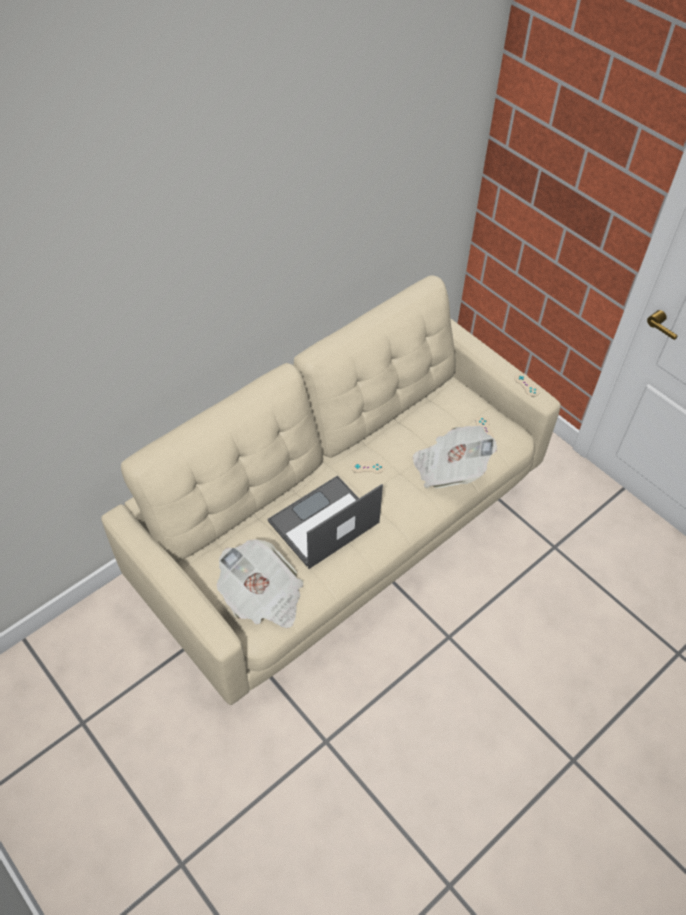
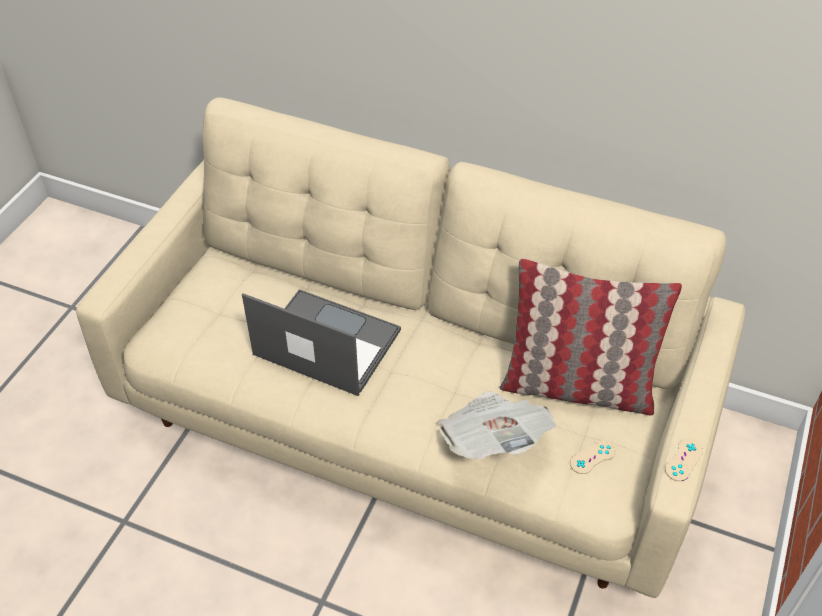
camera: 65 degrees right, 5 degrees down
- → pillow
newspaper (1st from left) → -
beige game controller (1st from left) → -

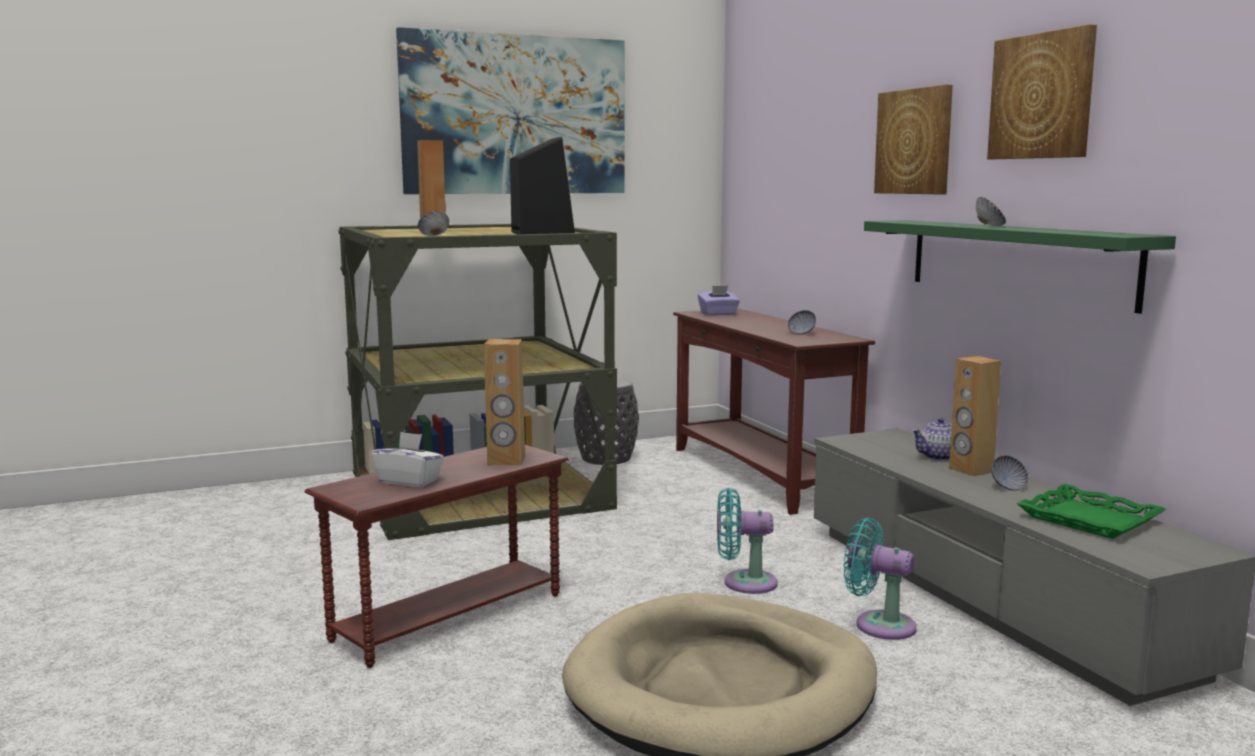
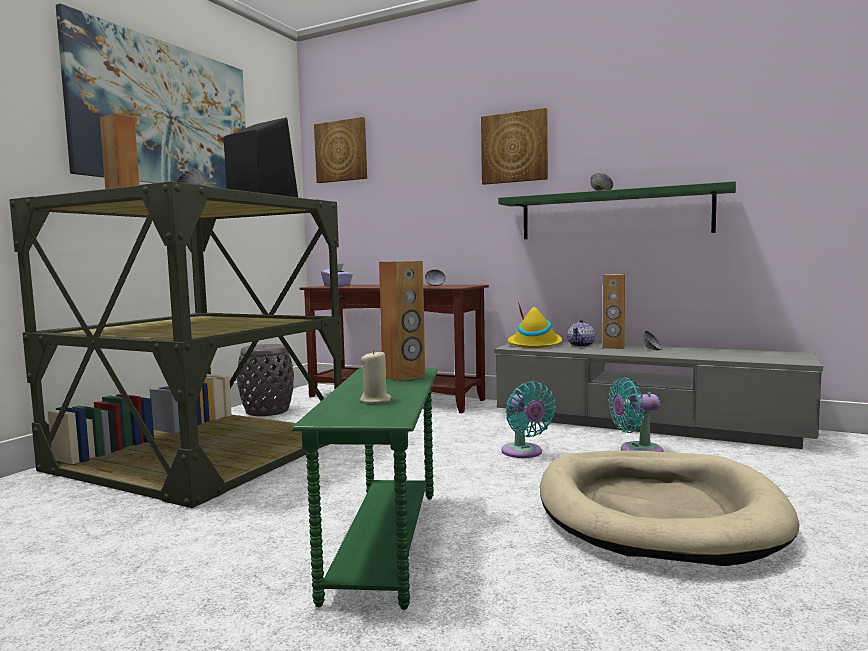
camera: 40 degrees left, 5 degrees down
brown side table → green side table
picture (3rd from left in the first image) → picture (2nd from left), move
white tissue box → beige candle
turquoise fan (1st from left), 75 degrees counterclockwise
- → yellow hat
green tray → -

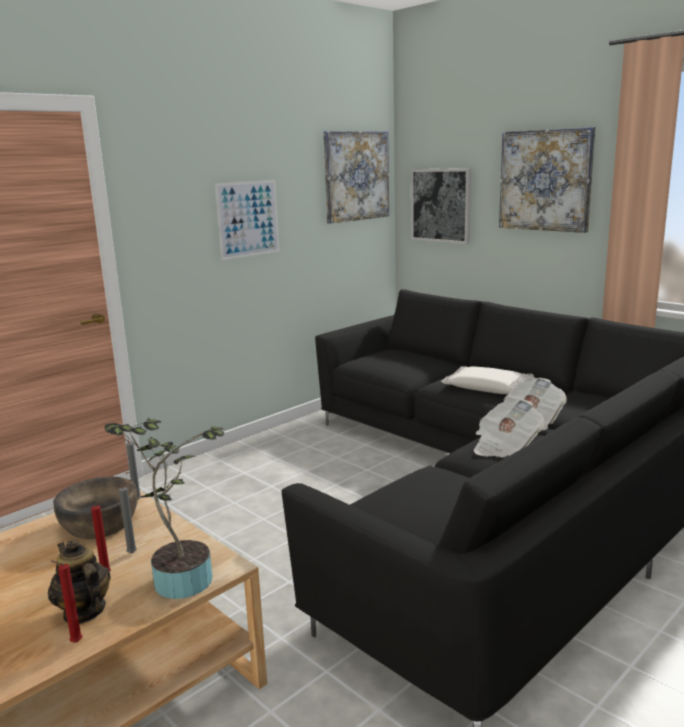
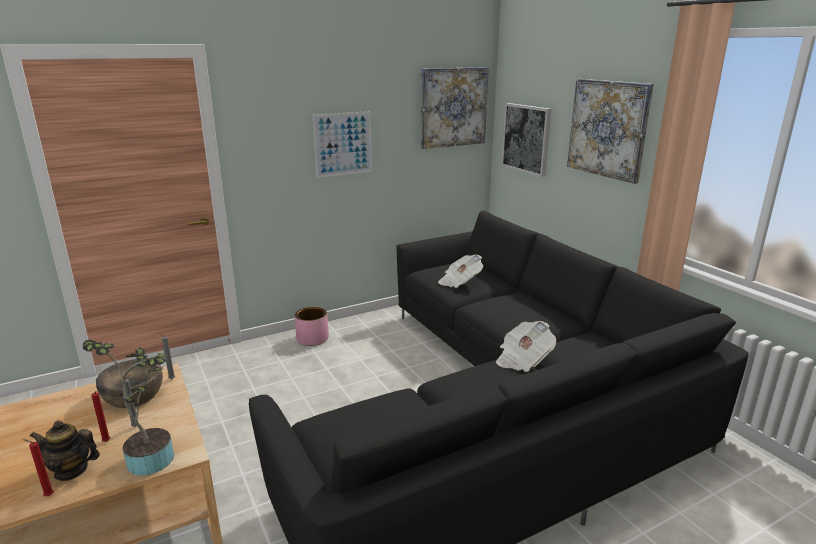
camera: 15 degrees right, 5 degrees up
teapot, 60 degrees counterclockwise
- → pink planter
newspaper (1st from left), move
white pillow → -

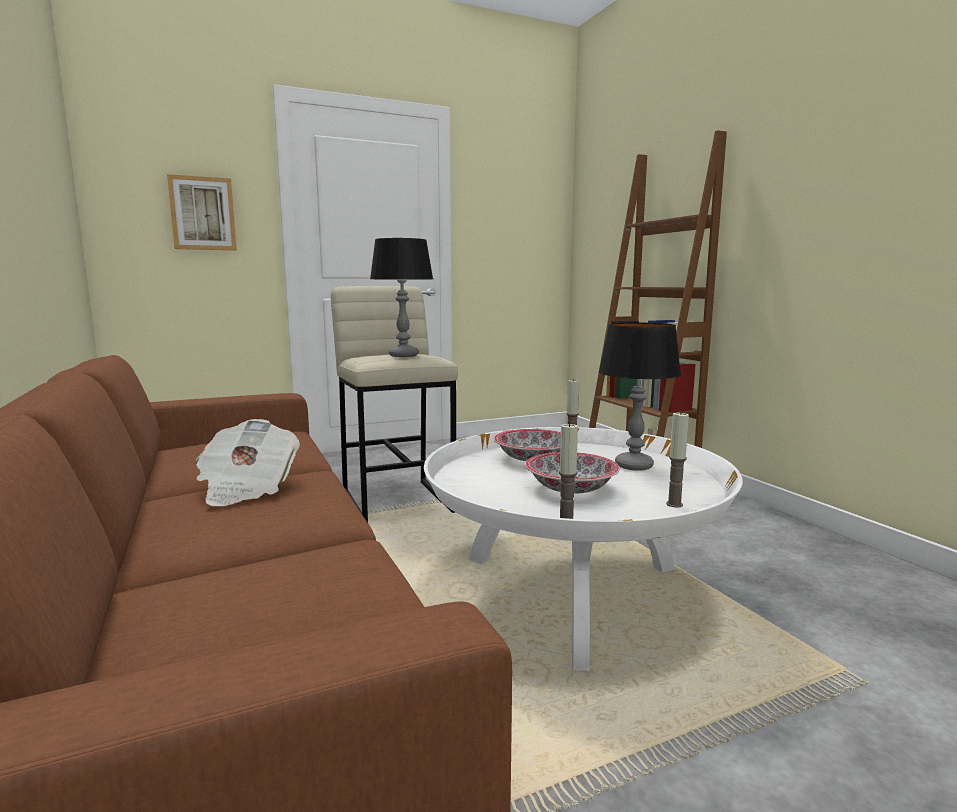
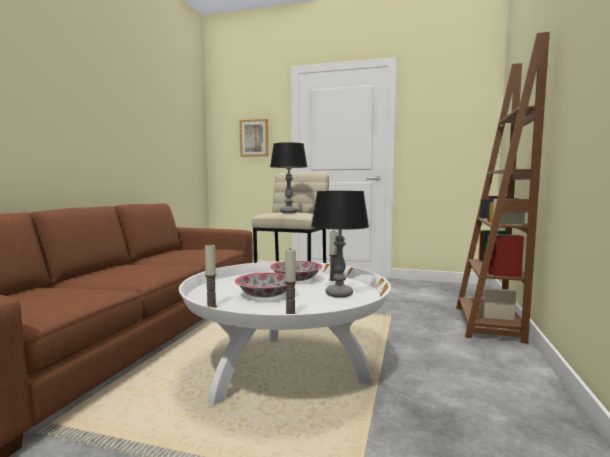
camera: 40 degrees right, 5 degrees down
newspaper → -

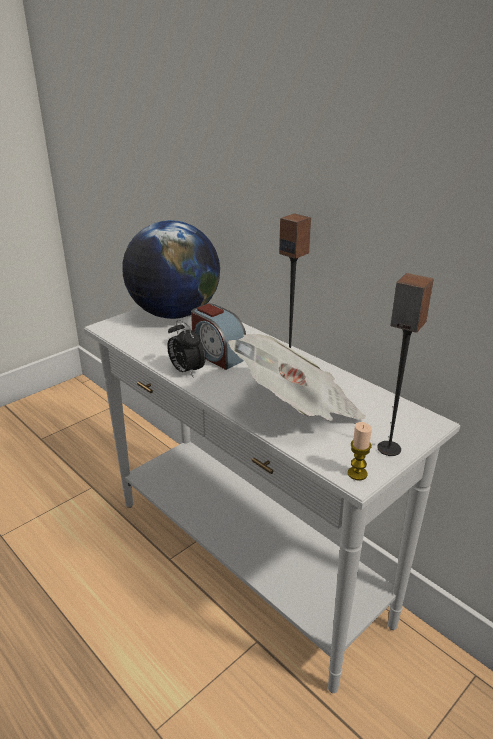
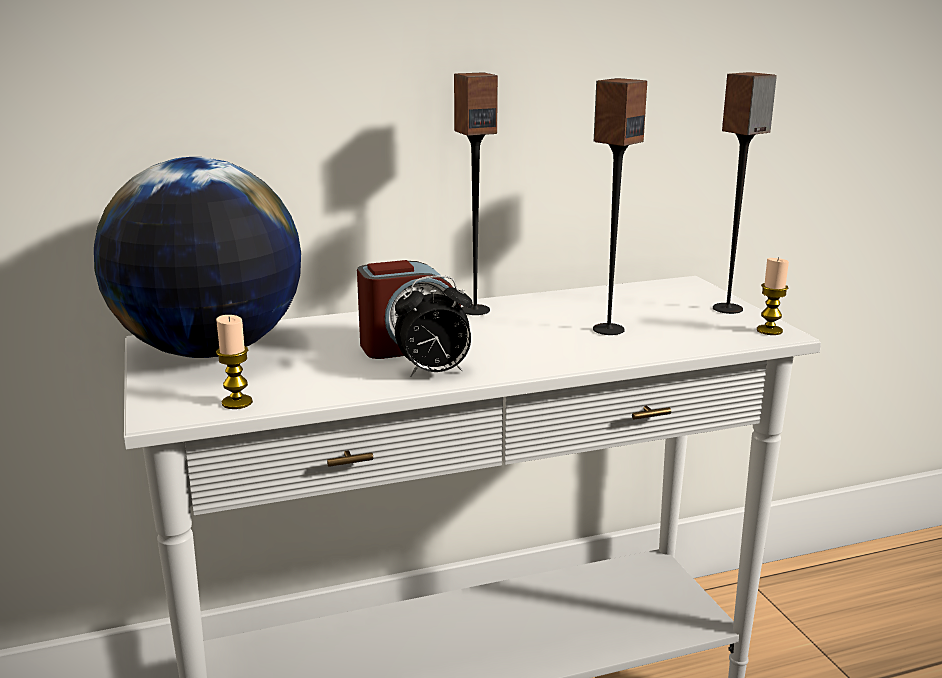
camera: 65 degrees left, 10 degrees down
- → candle (1st from left)
newspaper → speaker (2nd from left)

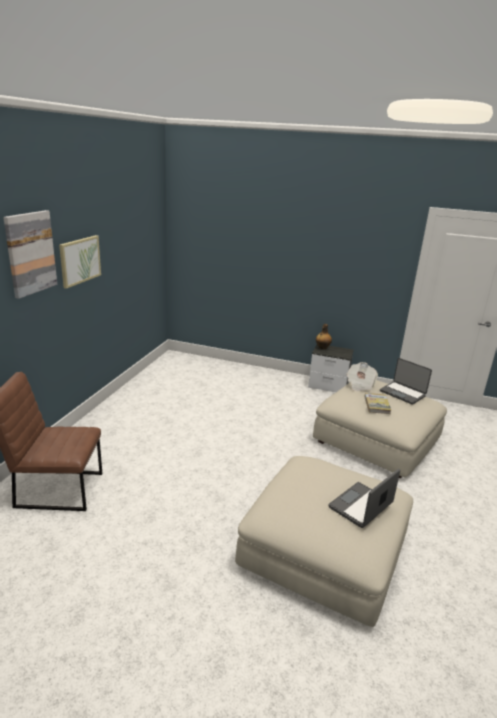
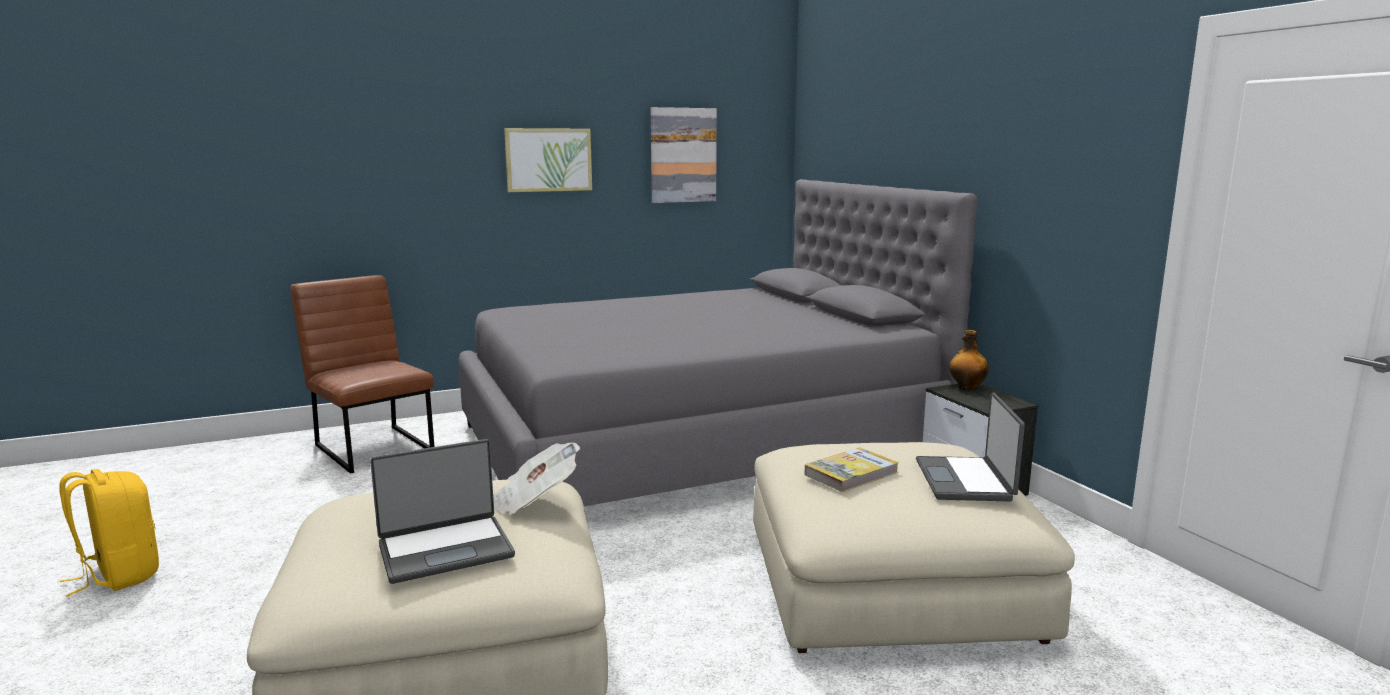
camera: 50 degrees right, 10 degrees down
- → yellow backpack
laptop (1st from left), 150 degrees clockwise
- → grey bed
newspaper, move
picture (1st from left in the first image) → picture (2nd from left), move

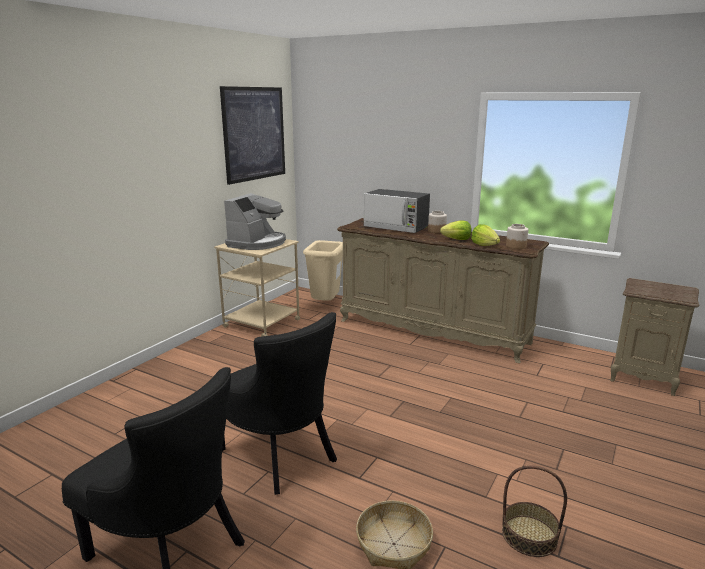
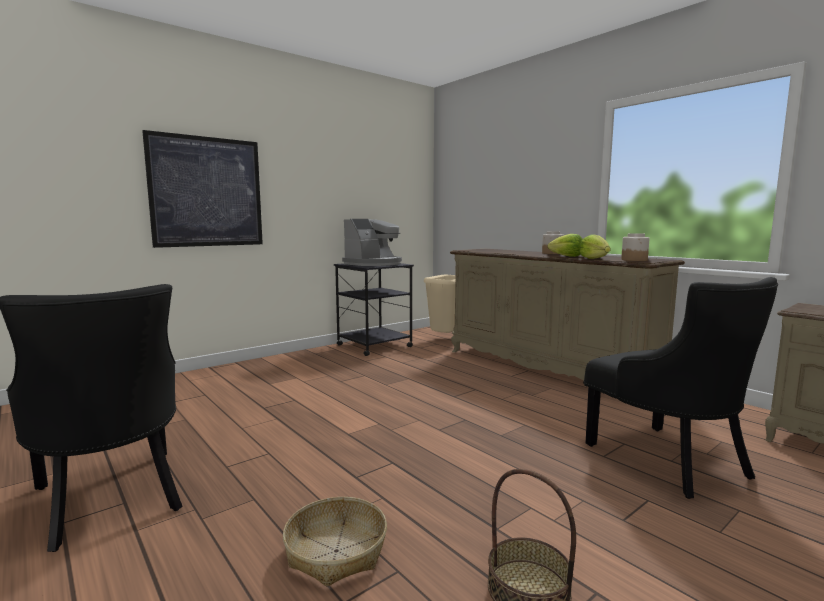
camera: 20 degrees right, 10 degrees down
picture, move
beige cart → black cart
black chair (2nd from left), move
microwave → -

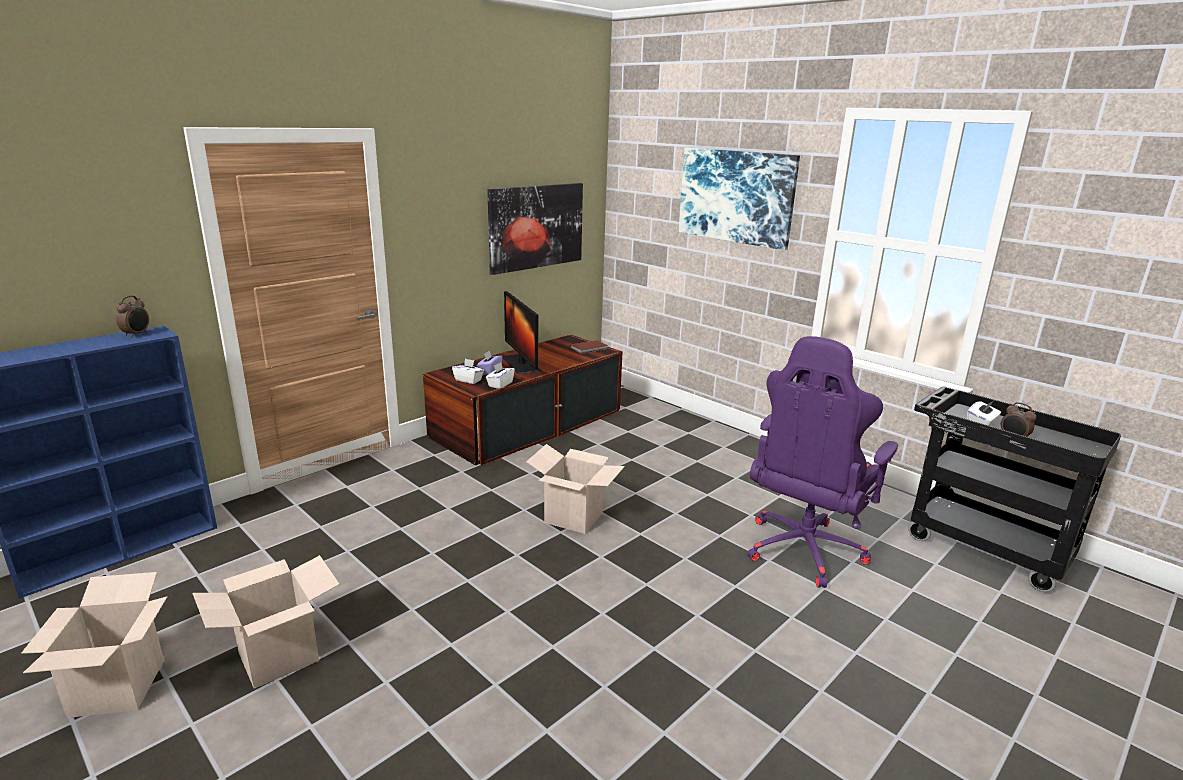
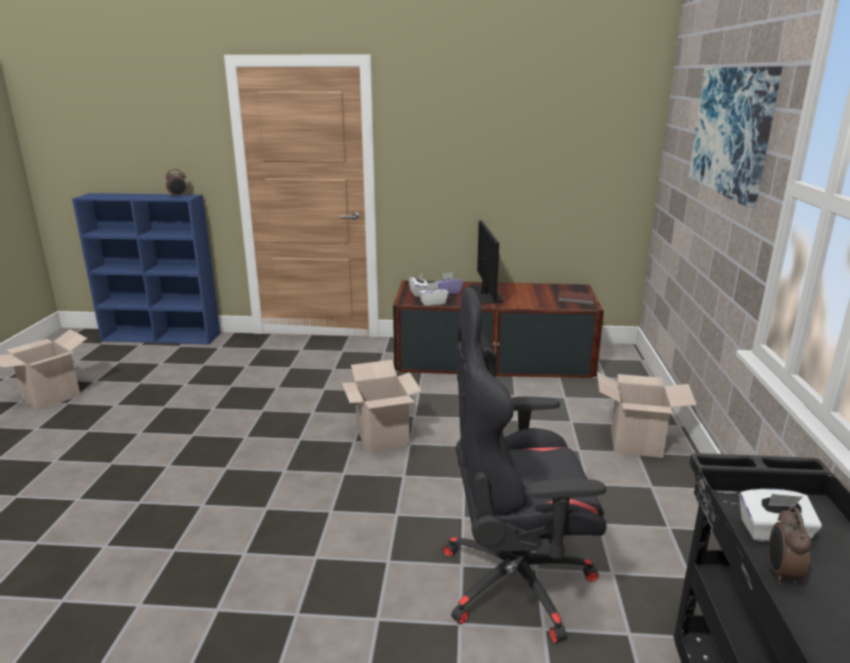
camera: 50 degrees right, 0 degrees up
purple office chair → black office chair
monitor, 150 degrees clockwise
cardboard box (2nd from left in the first image) → cardboard box (3rd from left), move
picture (1st from left) → -

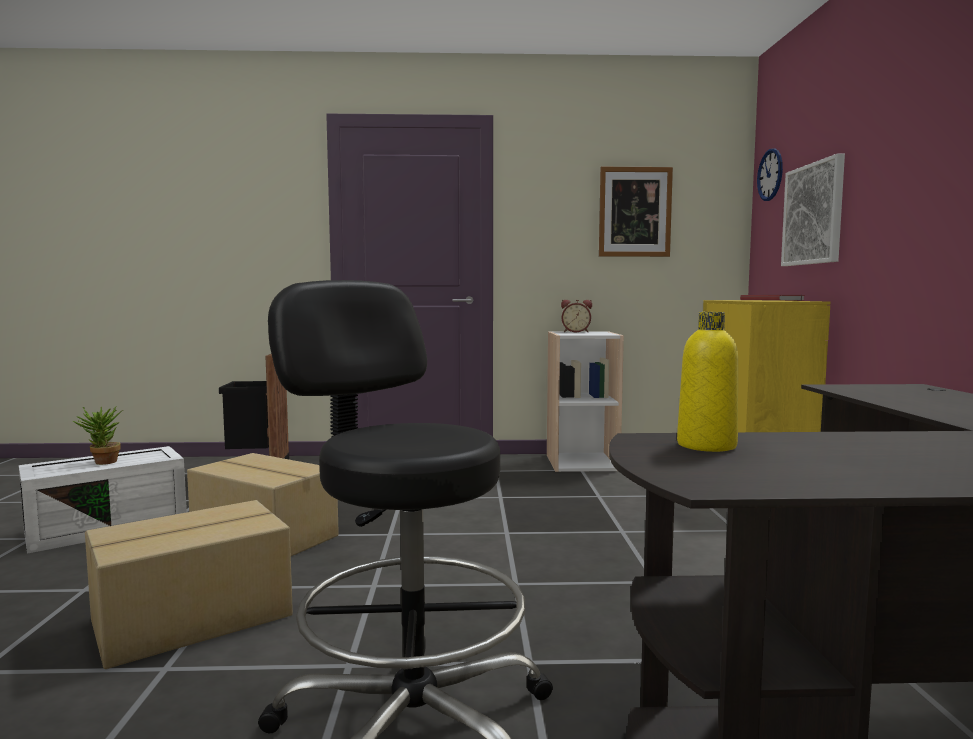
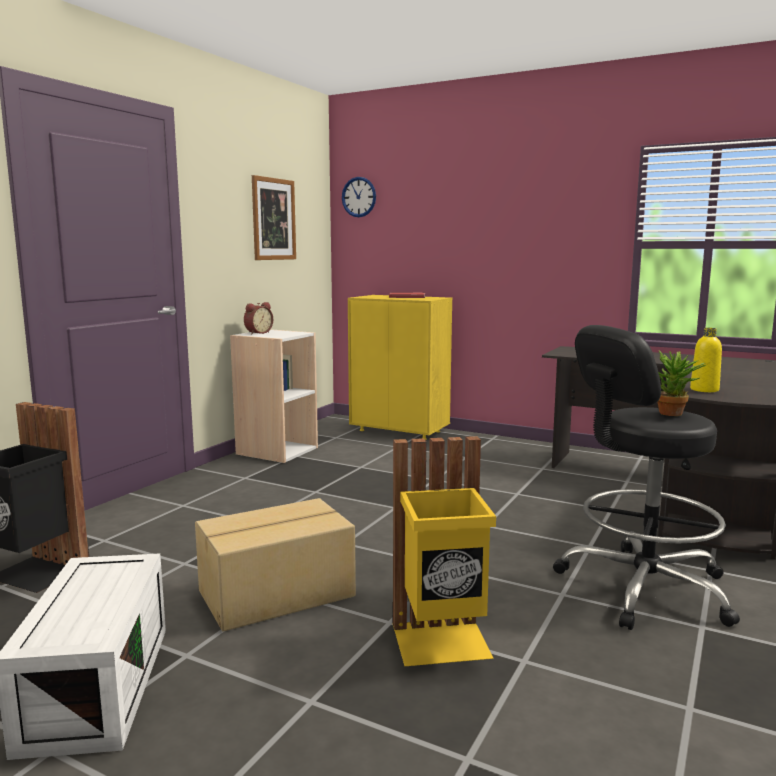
camera: 60 degrees left, 5 degrees up
cardboard box (1st from left) → yellow trash can
potted plant, move
picture (2nd from left) → -

